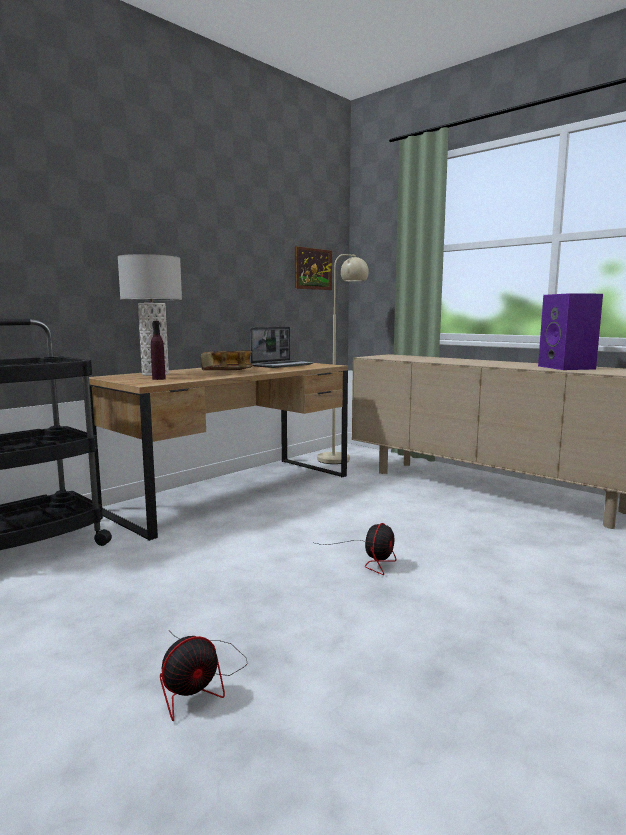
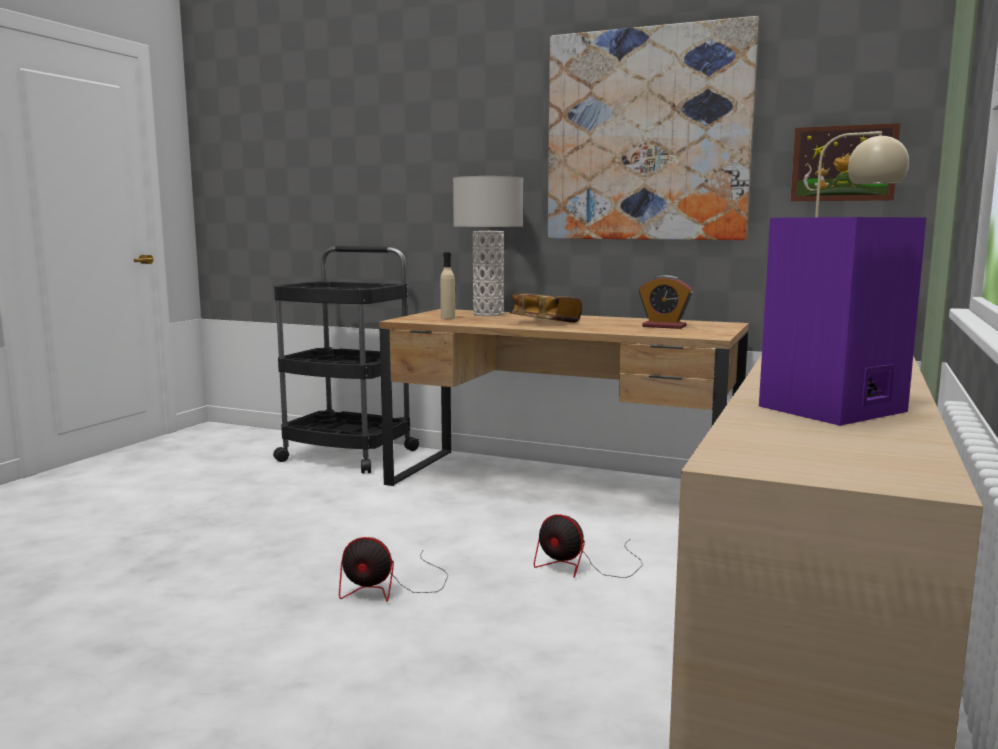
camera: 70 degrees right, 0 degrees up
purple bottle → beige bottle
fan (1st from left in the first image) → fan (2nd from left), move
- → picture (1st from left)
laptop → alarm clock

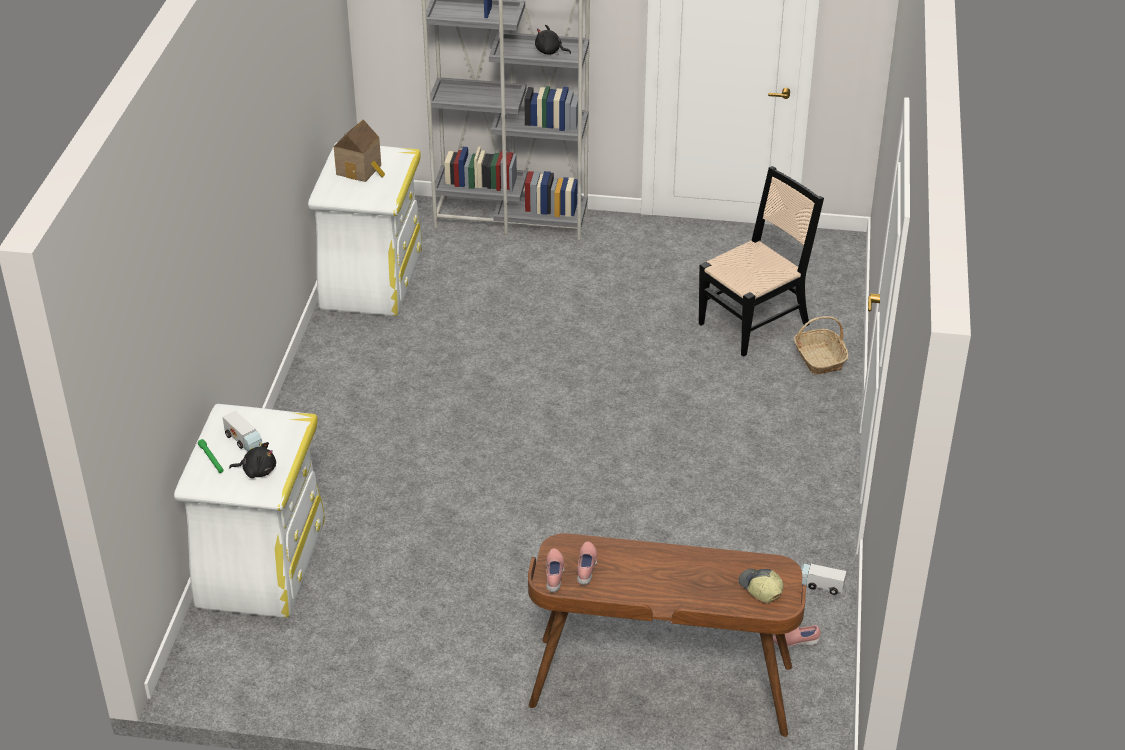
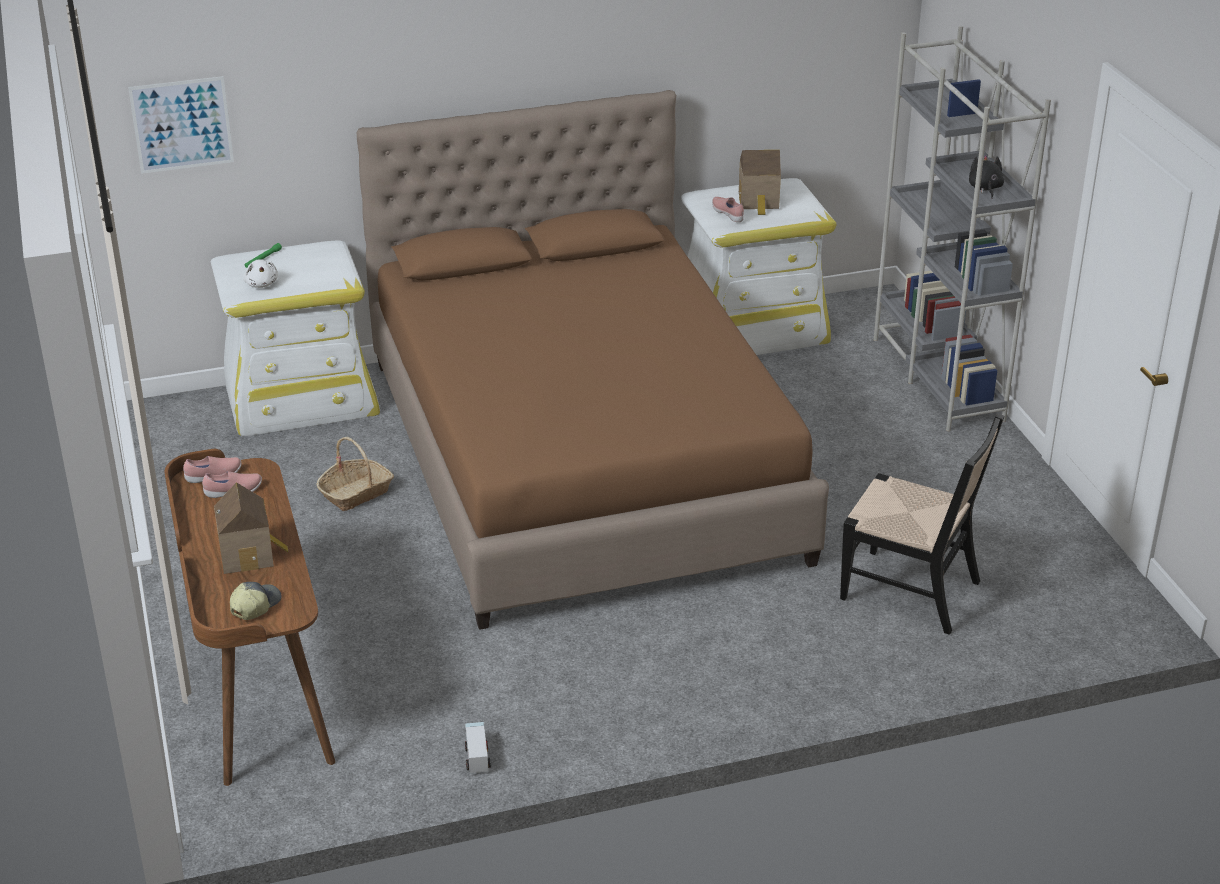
camera: 65 degrees right, 5 degrees down
- → picture
- → toy house (1st from left)
black plush toy (1st from left) → white plush toy
basket, move
- → brown bed
pink shoe (3rd from left), move
toy truck (1st from left) → -

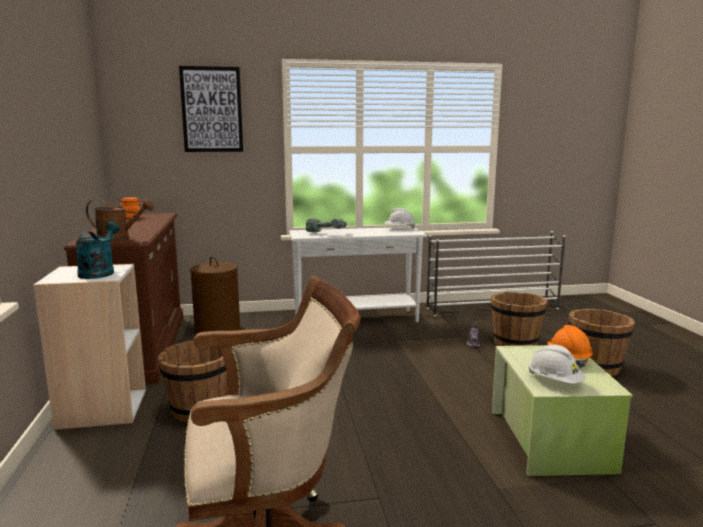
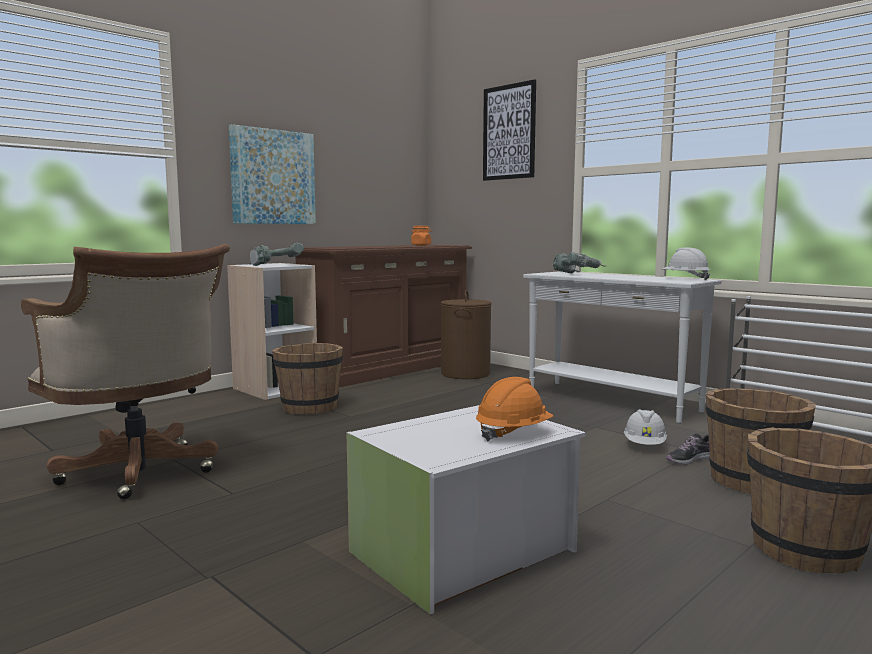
camera: 55 degrees right, 5 degrees down
- → picture (1st from left)
turquoise watering can → power drill (1st from left)
green storage box → white storage box
white hard hat (2nd from left in the first image) → white hard hat (1st from left), move
brown watering can → -

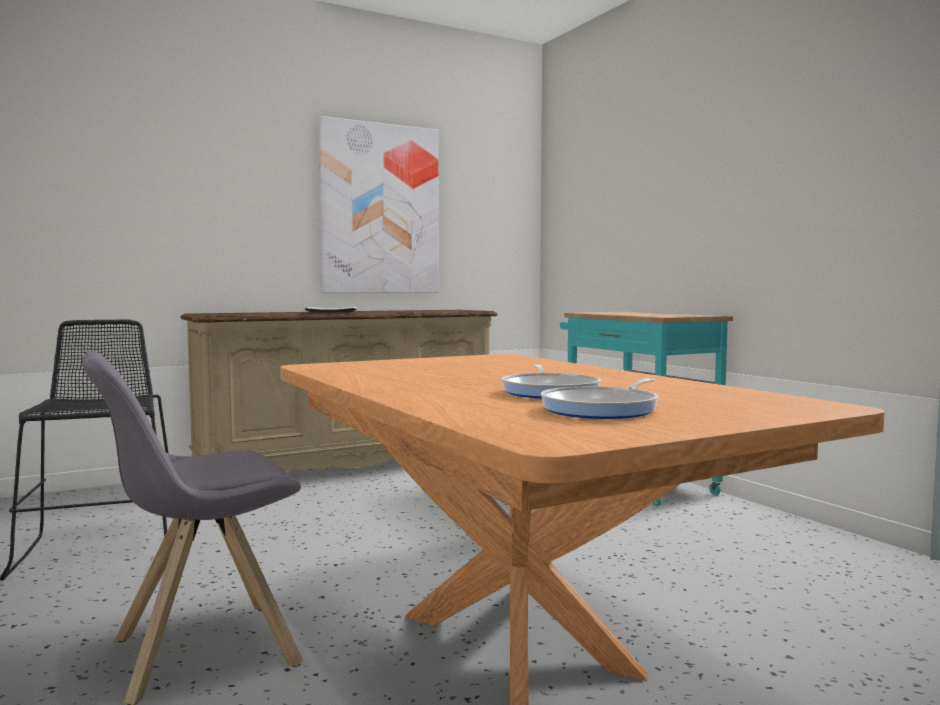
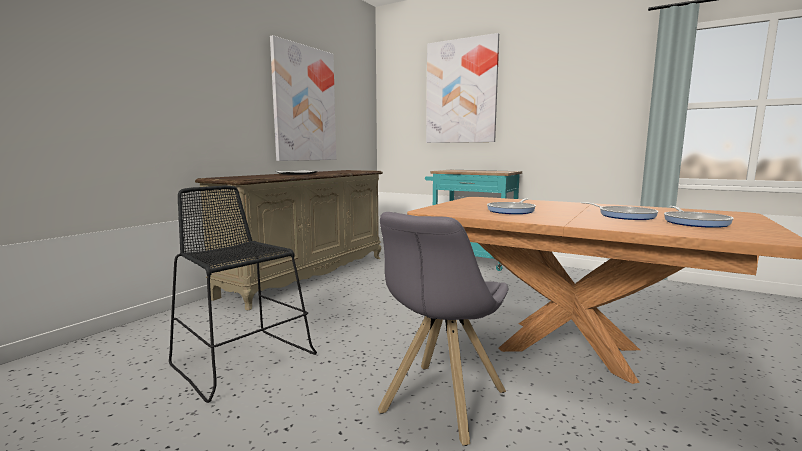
camera: 30 degrees left, 5 degrees up
- → picture (2nd from left)
- → frying pan (1st from left)

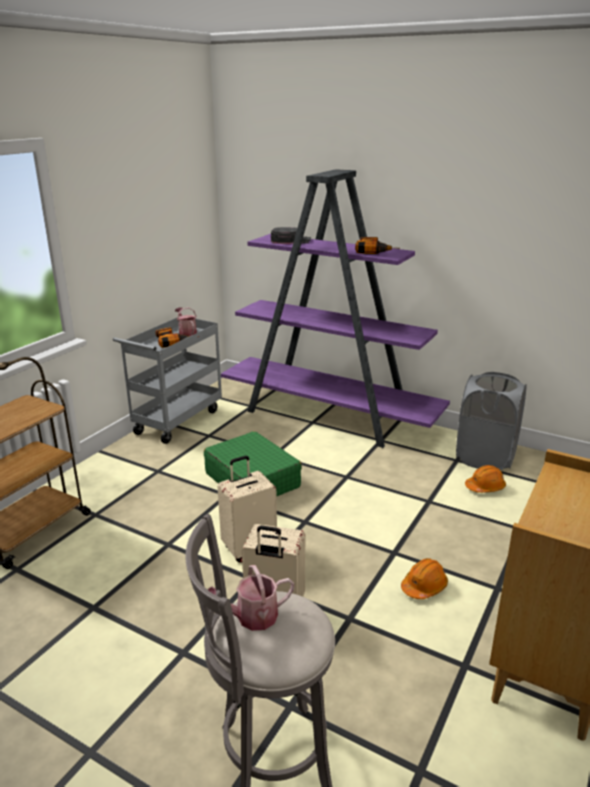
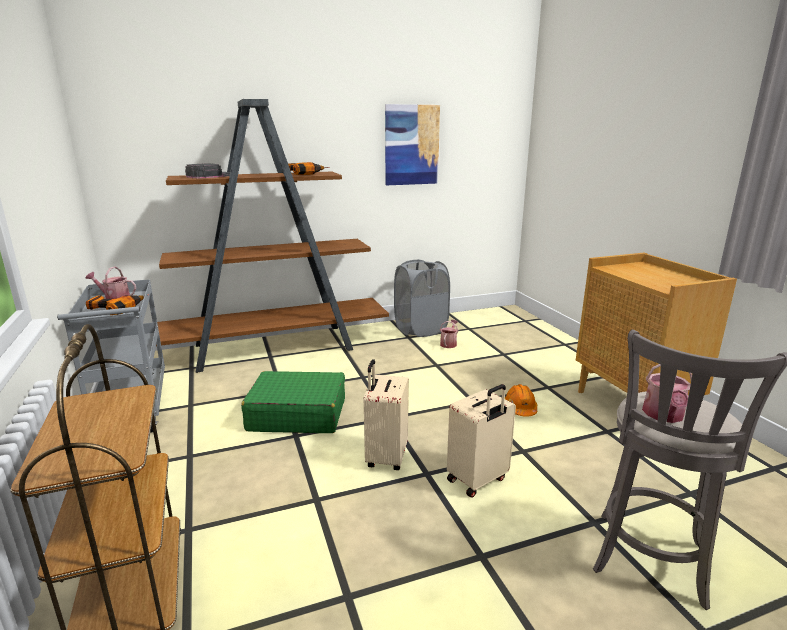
camera: 50 degrees left, 5 degrees down
purple bookcase → brown bookcase
- → picture
orange hard hat (2nd from left) → watering can (2nd from left)

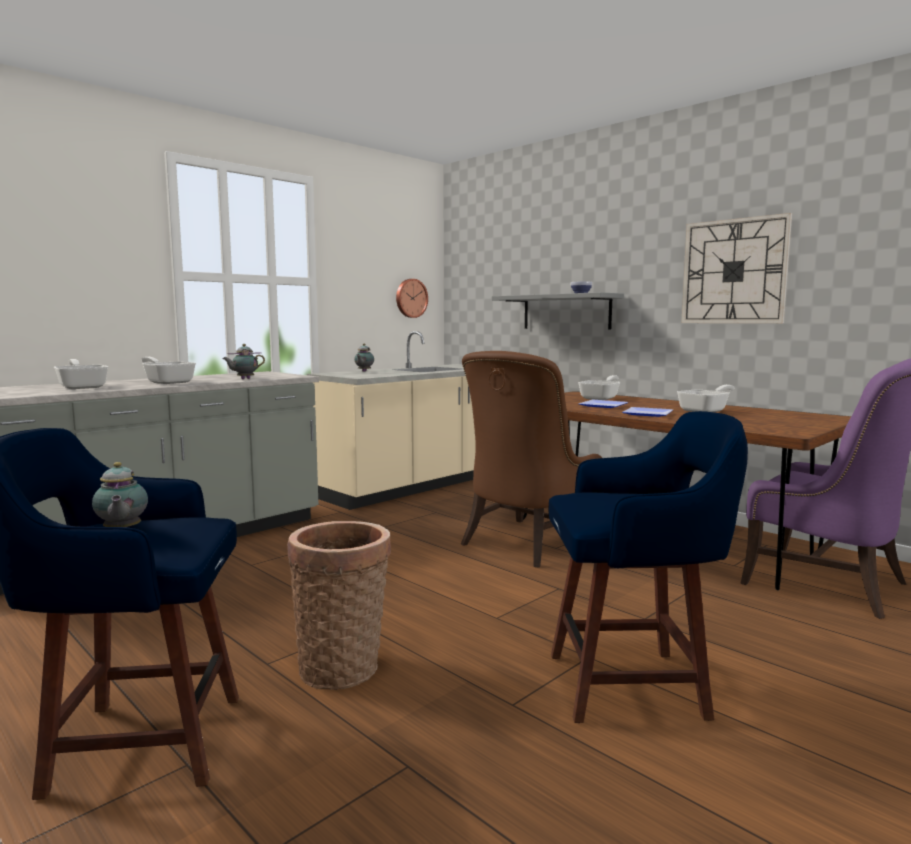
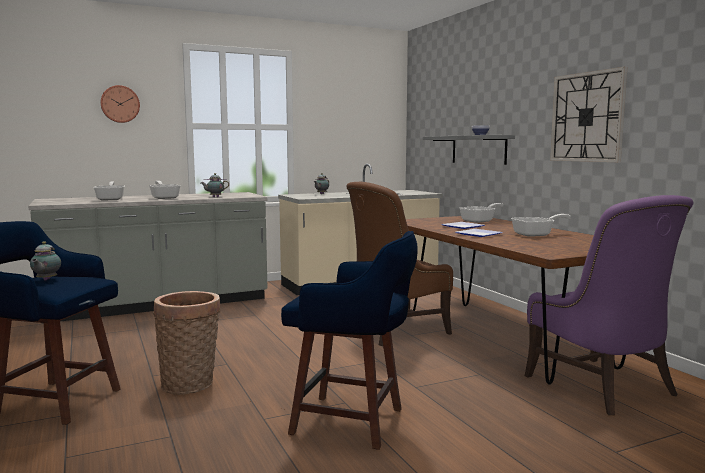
camera: 20 degrees right, 0 degrees up
wall clock (1st from left), move

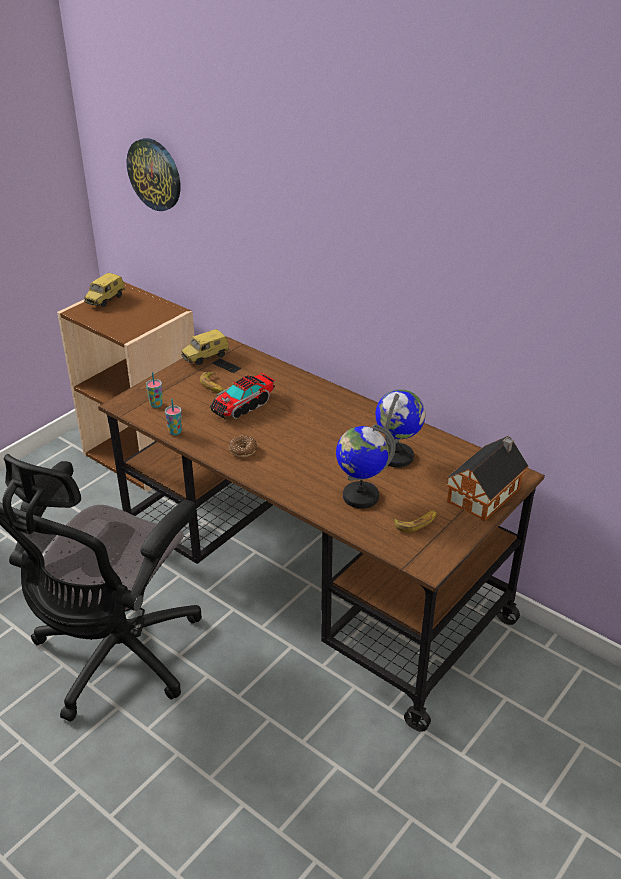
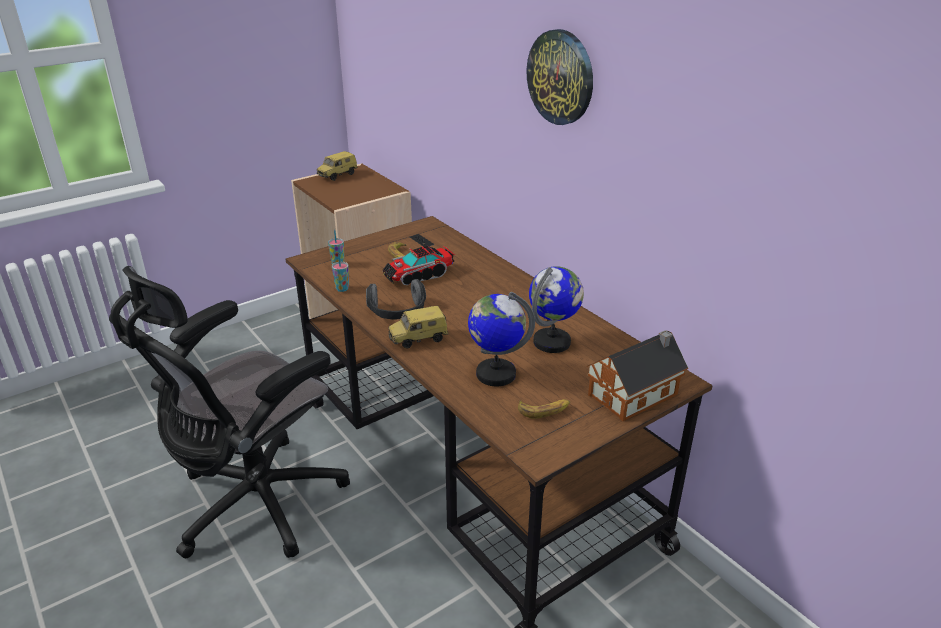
camera: 15 degrees right, 5 degrees down
donut → headphones
toy car (2nd from left), move
wall clock, move

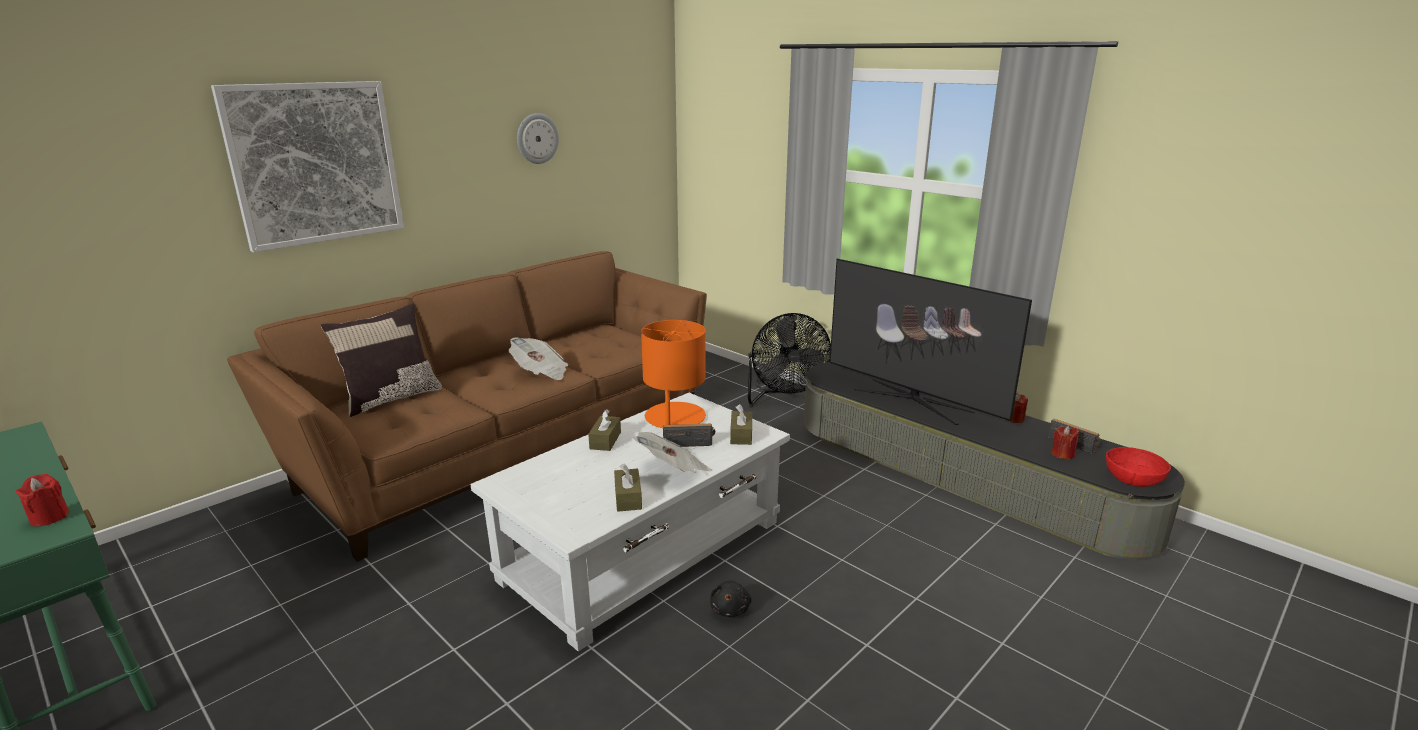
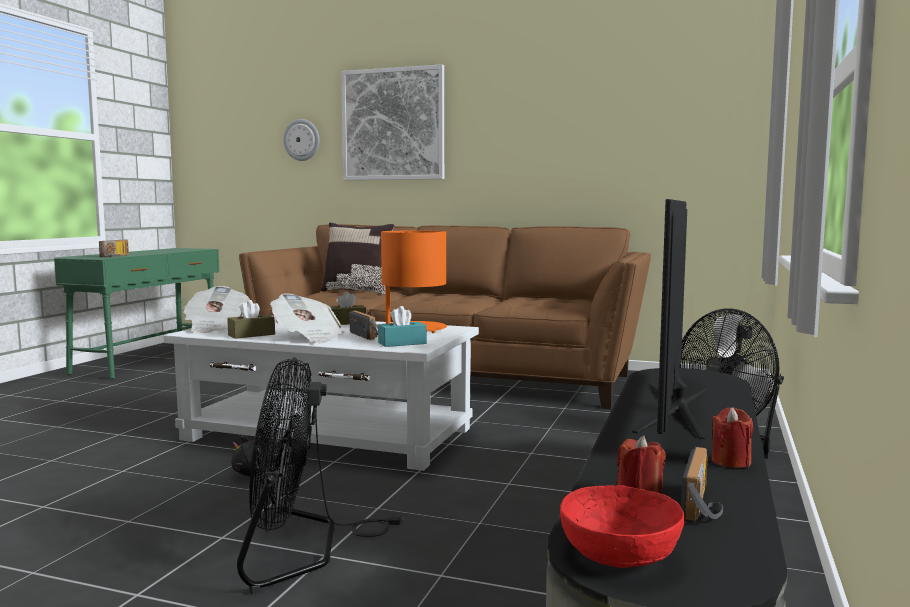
camera: 65 degrees right, 15 degrees down
red candle (1st from left) → radio (1st from left)
newspaper (1st from left), move
- → black fan (1st from left)
wall clock, move
brown tissue box (3rd from left) → turquoise tissue box

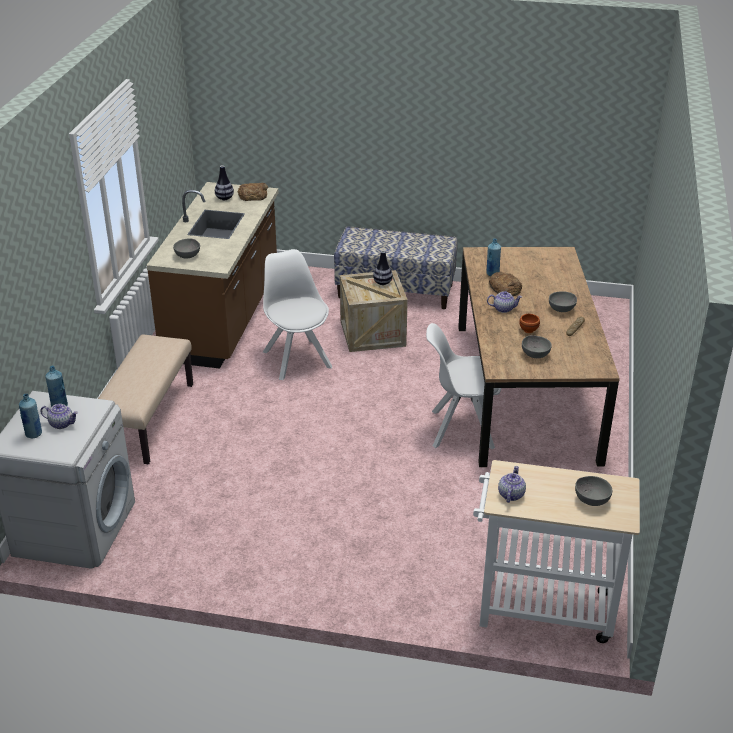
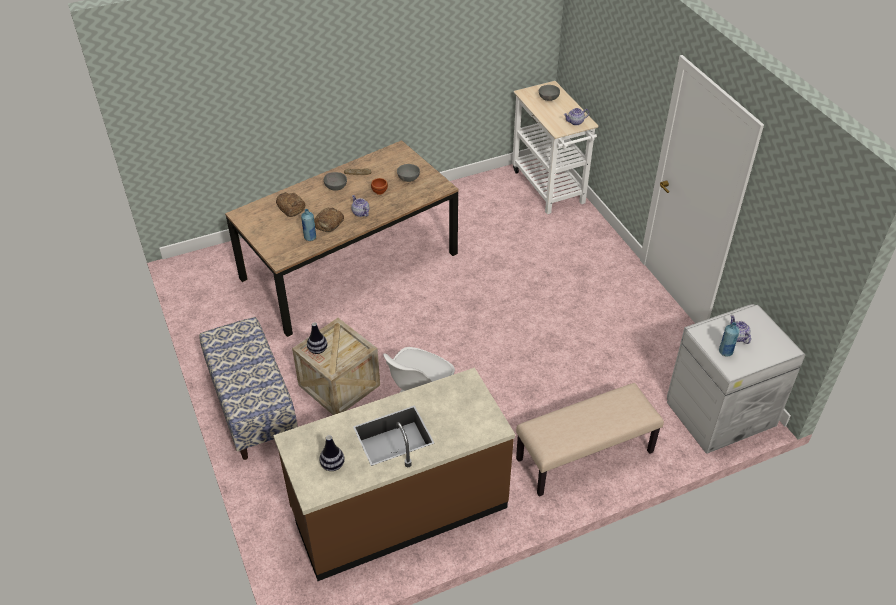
camera: 125 degrees left, 10 degrees up
bread (1st from left), move
blue bottle (1st from left) → -
grey bowl (1st from left) → -
white chair (2nd from left) → -

